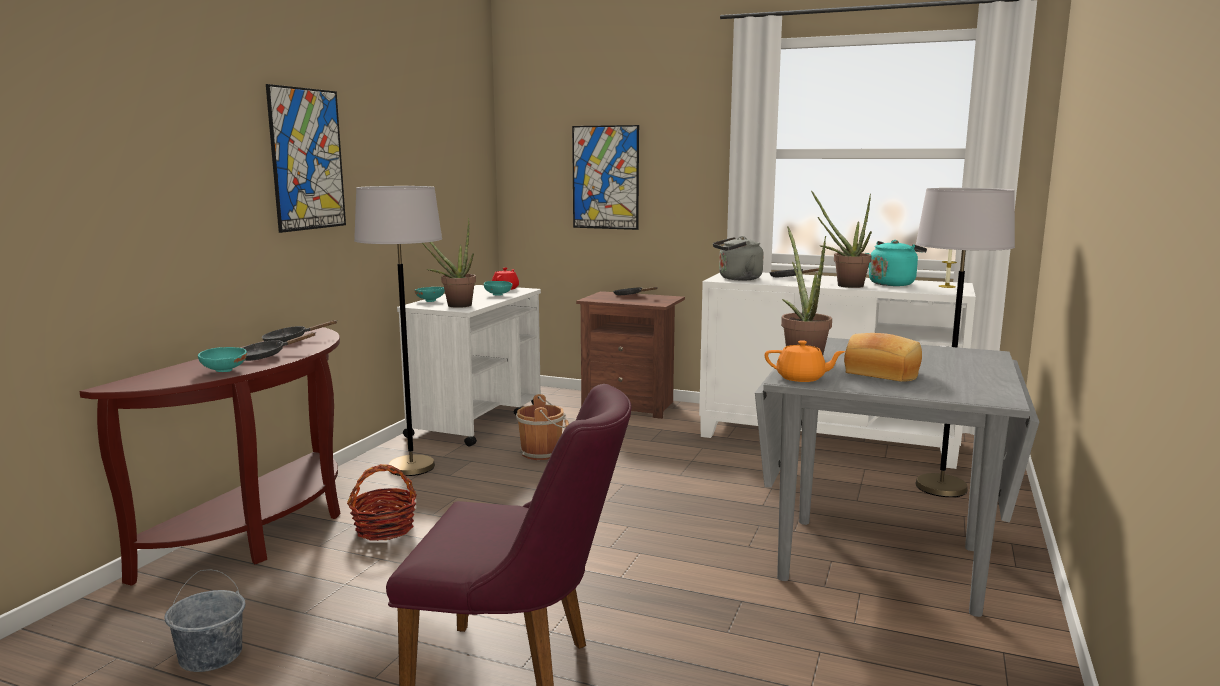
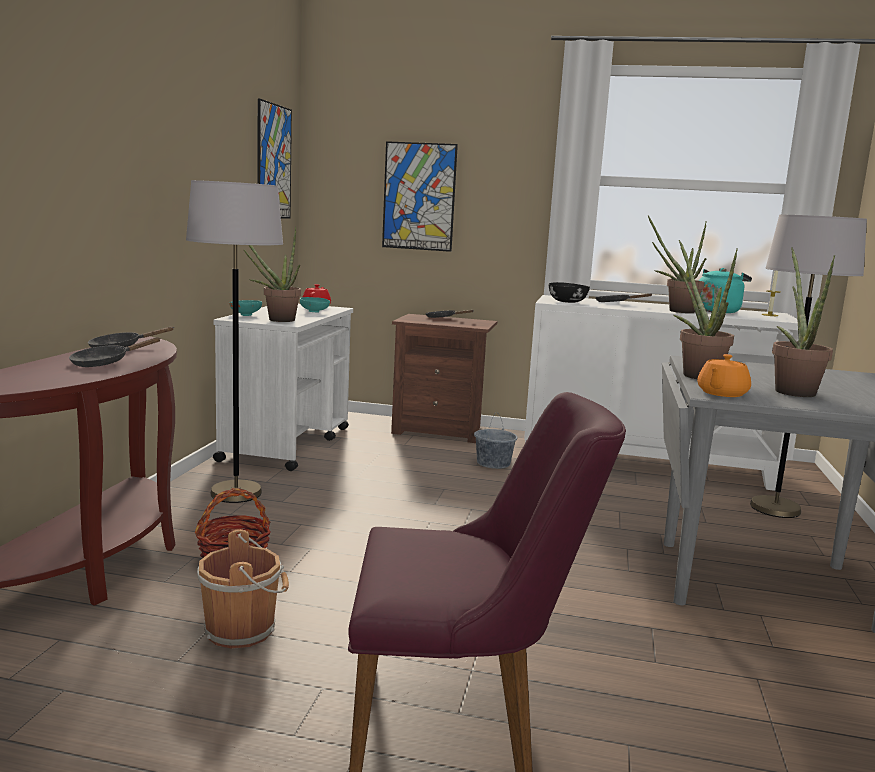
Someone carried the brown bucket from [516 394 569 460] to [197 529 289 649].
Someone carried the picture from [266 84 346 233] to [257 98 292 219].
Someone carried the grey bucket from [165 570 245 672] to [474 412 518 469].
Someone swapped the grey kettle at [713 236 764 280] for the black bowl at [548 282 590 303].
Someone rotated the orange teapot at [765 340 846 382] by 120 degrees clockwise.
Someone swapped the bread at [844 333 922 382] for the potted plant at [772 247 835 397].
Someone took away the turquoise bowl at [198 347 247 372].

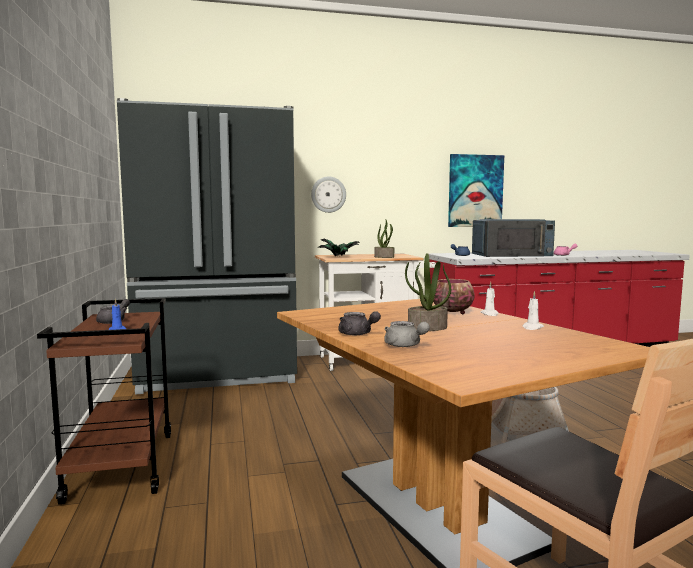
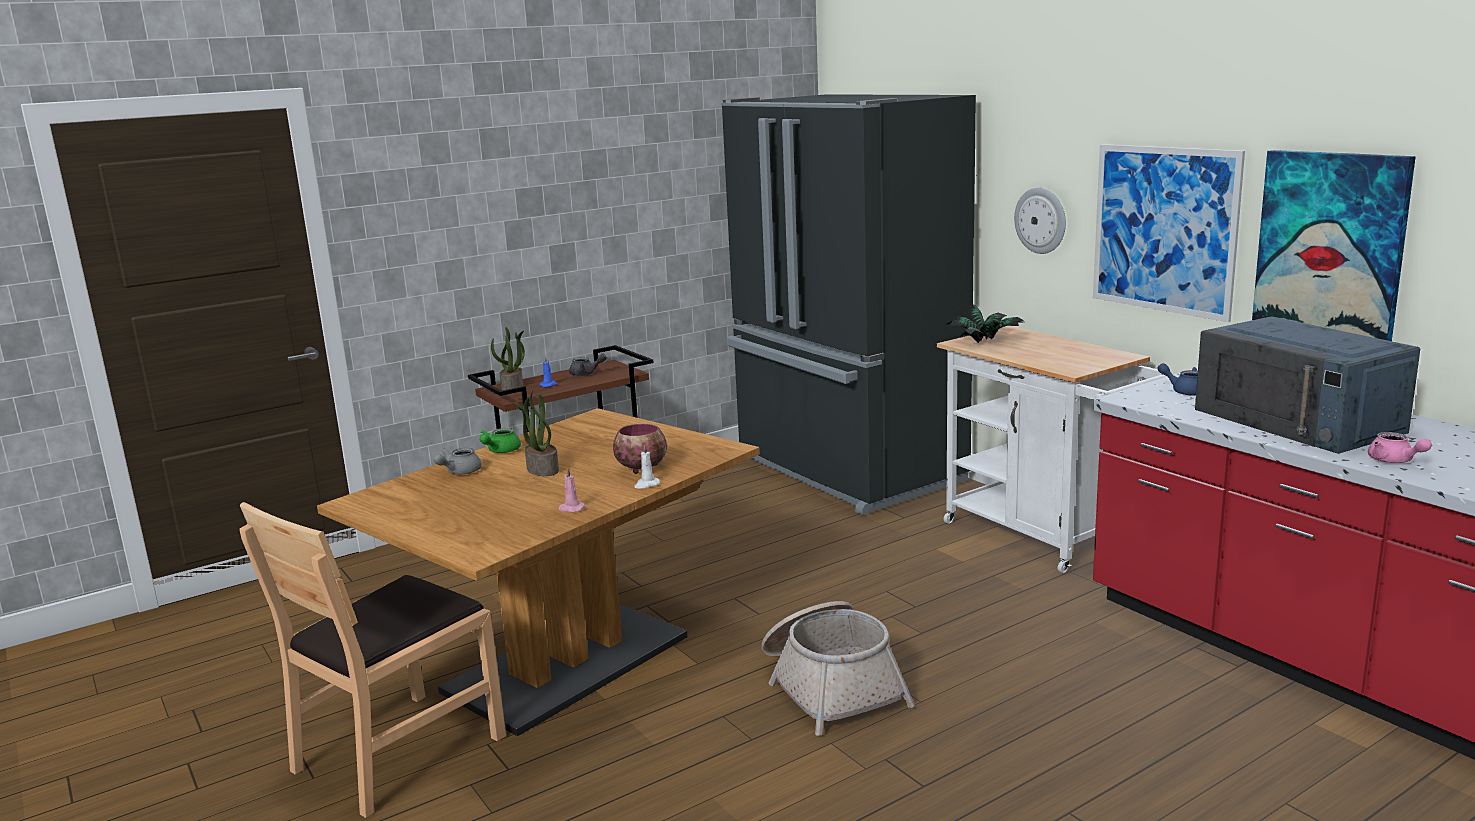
Someone repainted the grey teapot at [338 311 381 335], which became the green teapot at [479 428 521 453].
Someone carried the potted plant from [374 220 394 258] to [491 327 525 391].
Someone repainted the white candle at [523 291 544 330], which became the pink candle at [558 467 585 512].
Someone put up the picture at [1093 144 1245 322].

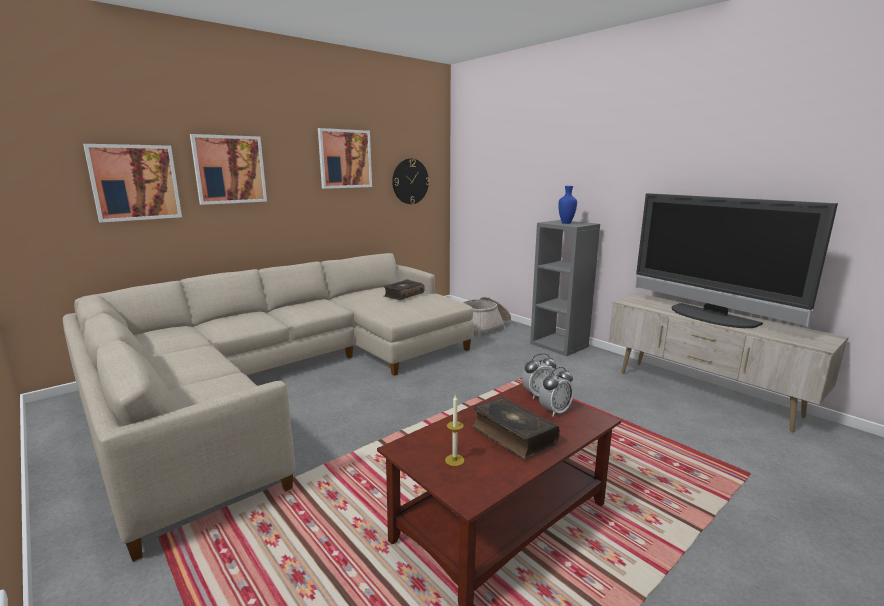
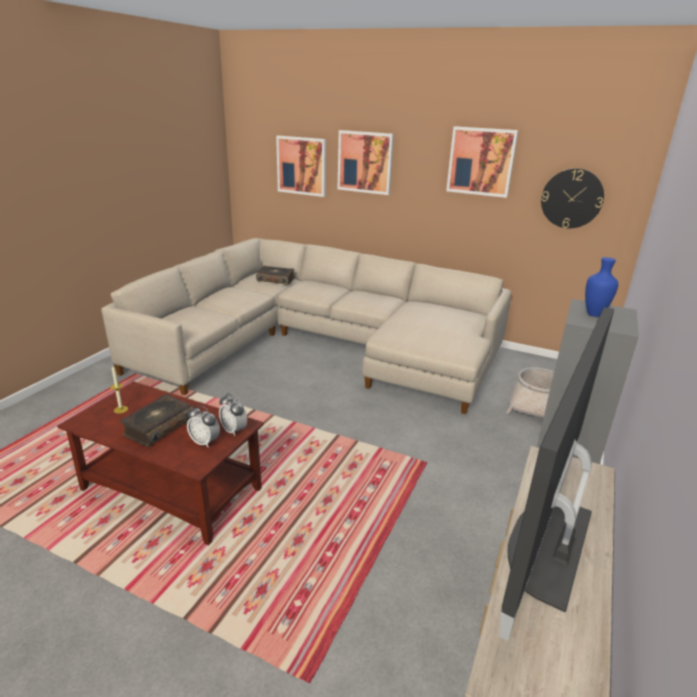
Someone carried the book from [383 279 425 300] to [256 266 295 285].

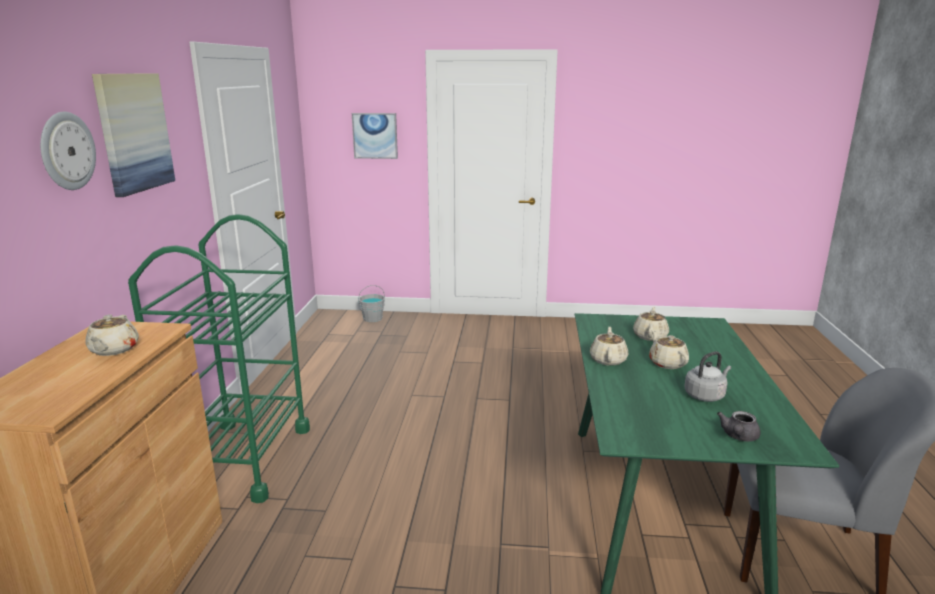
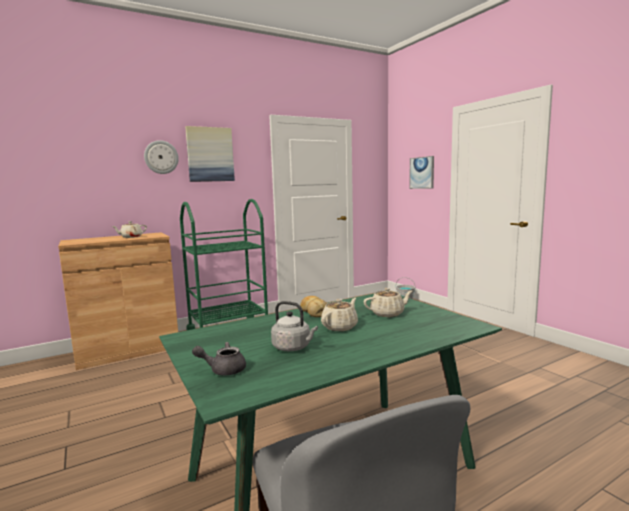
Someone swapped the beige teapot at [590 327 628 366] for the bread at [300 296 327 317].

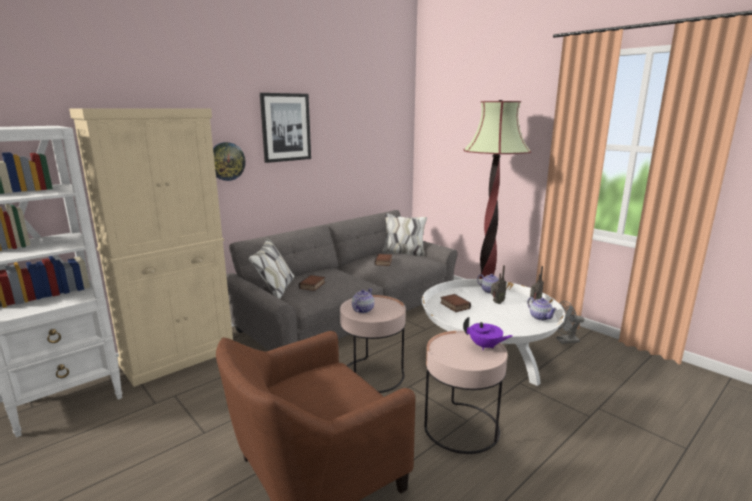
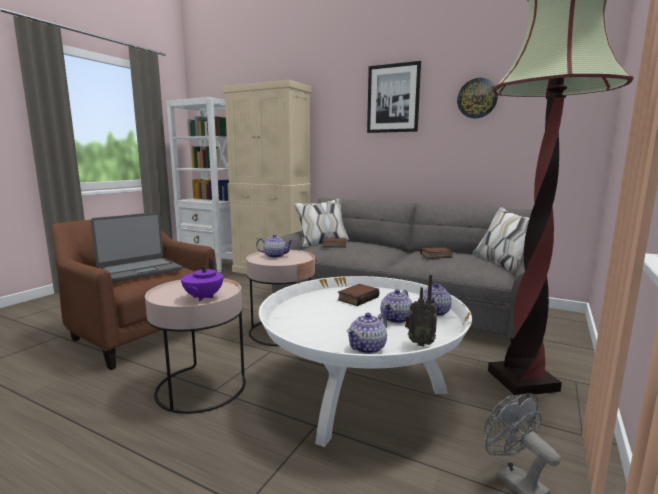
Someone put down the laptop at [91 212 182 283].
Someone swapped the radio at [491 265 507 304] for the teapot at [381 289 412 324].
Someone carried the wall clock from [213 142 246 181] to [457 78 498 118].

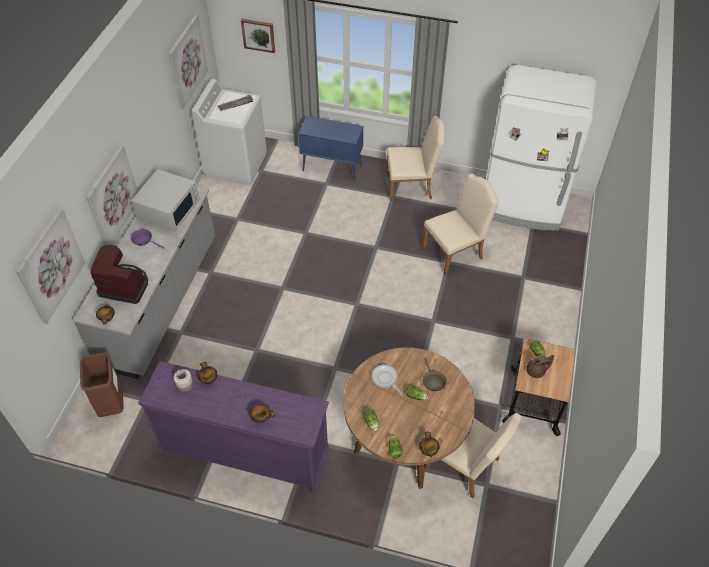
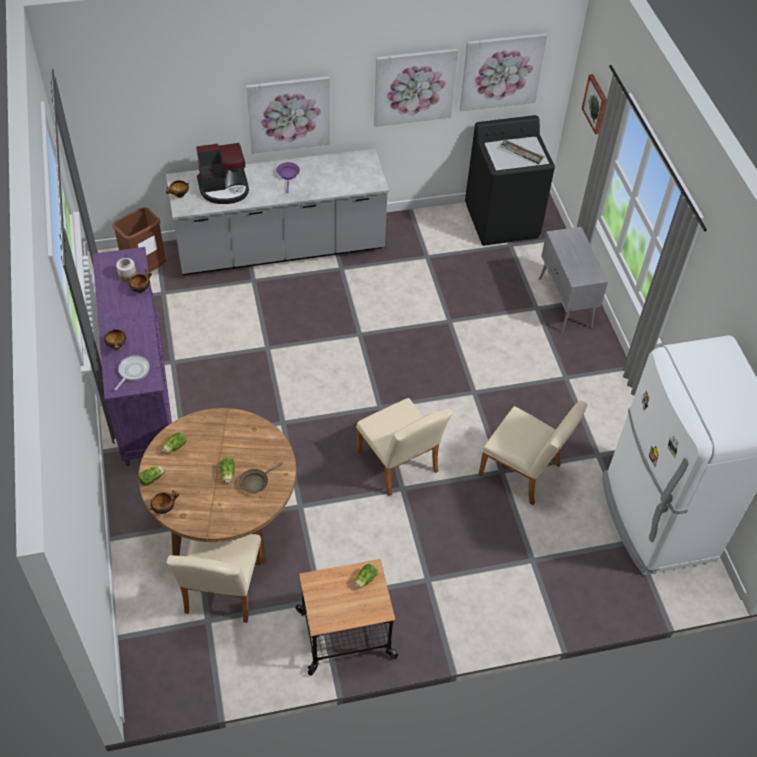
Someone carried the frying pan from [372 364 403 395] to [115 355 150 390].
Someone rotated the coffee machine at [90 245 148 304] by 90 degrees clockwise.
Someone carried the beige chair from [386 116 445 201] to [356 398 453 496].
Someone carried the picture from [15 208 86 324] to [374 48 458 127].
Someone repainted the white washing machine at [192 79 267 185], which became the black washing machine at [465 115 555 246].
Someone repainted the blue cabinet at [298 116 363 181], which became the grey cabinet at [539 227 608 332].
Someone took away the white microwave at [131 169 200 232].
Someone took away the brown teapot at [526 355 554 378].

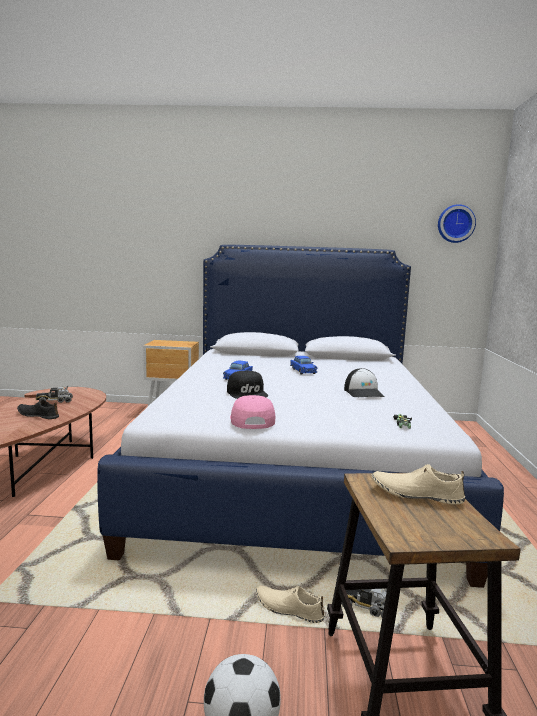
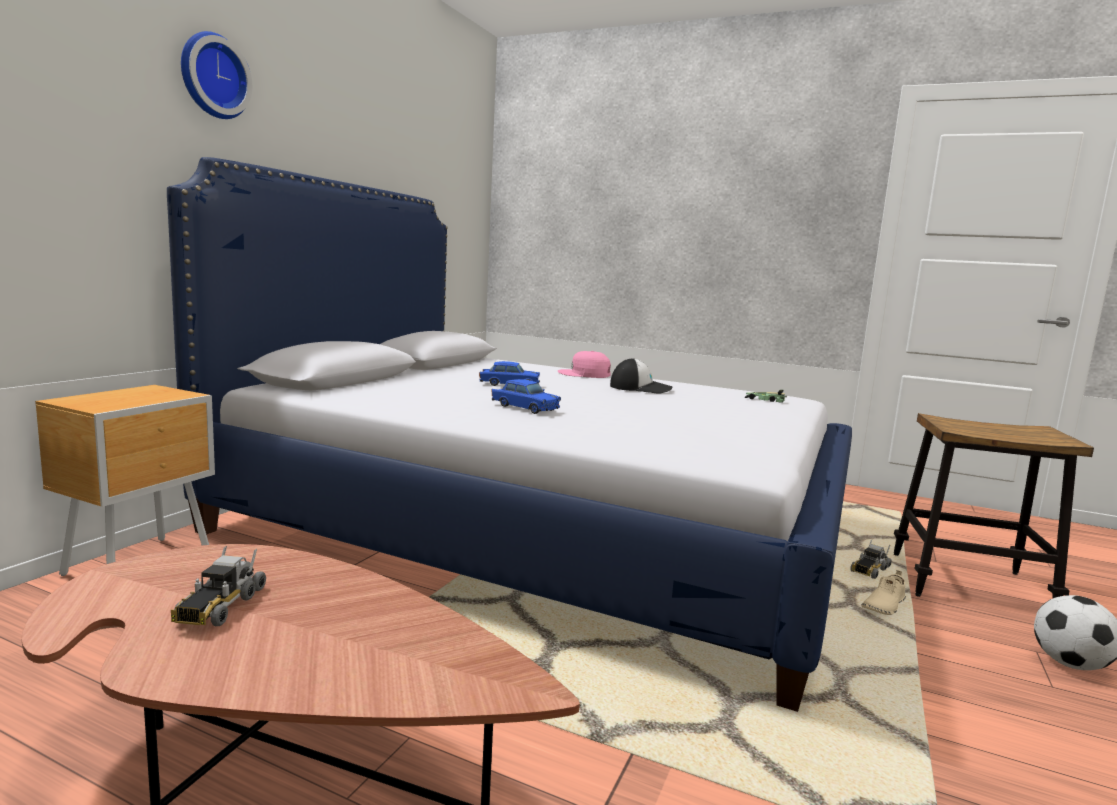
Someone carried the wall clock from [438 204 476 243] to [181 31 252 119].
Someone carried the pink cap from [230 395 275 429] to [558 351 611 378].
Someone took away the black shoe at [17 400 59 419].
Someone took away the black cap at [227 371 268 399].
Someone took away the beige shoe at [371 464 465 505].

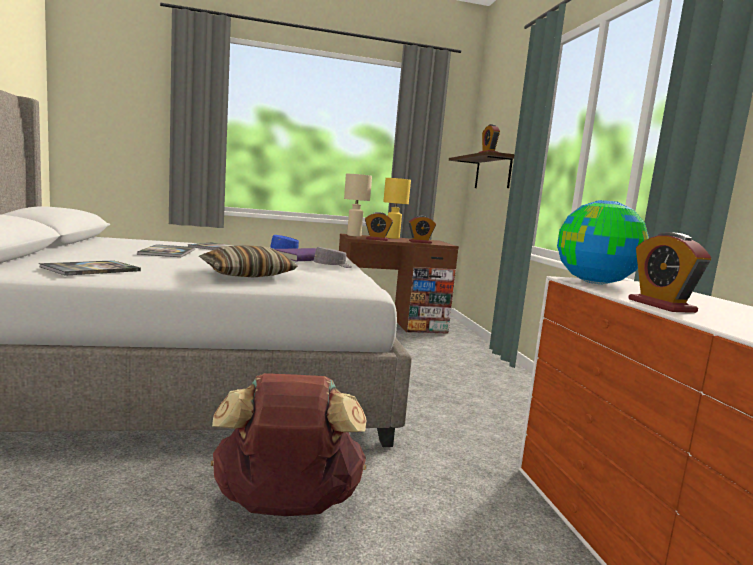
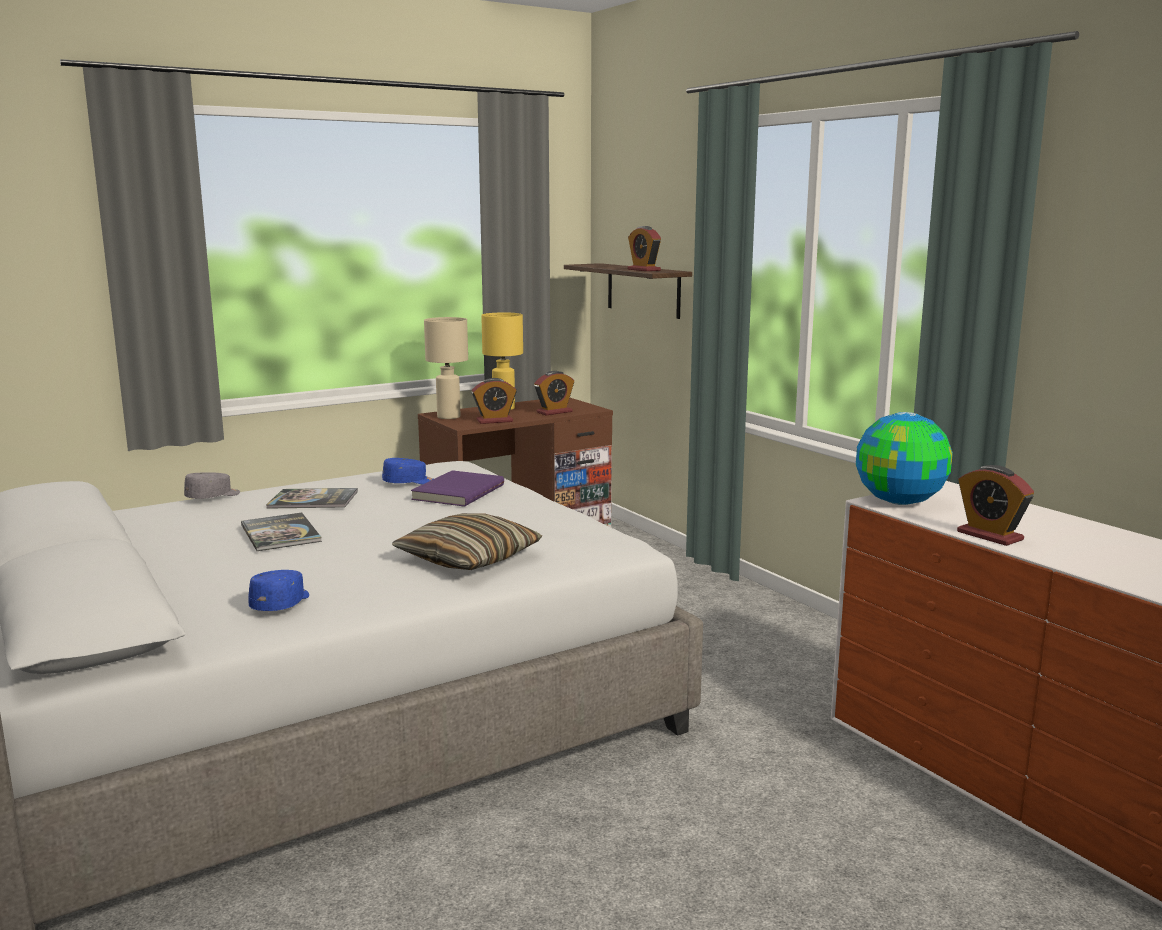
Someone carried the grey cap from [314 247 352 268] to [184 472 240 499].
Someone swapped the book at [39 260 141 276] for the blue cap at [248 570 309 611].
Someone took away the brown backpack at [211 373 367 516].

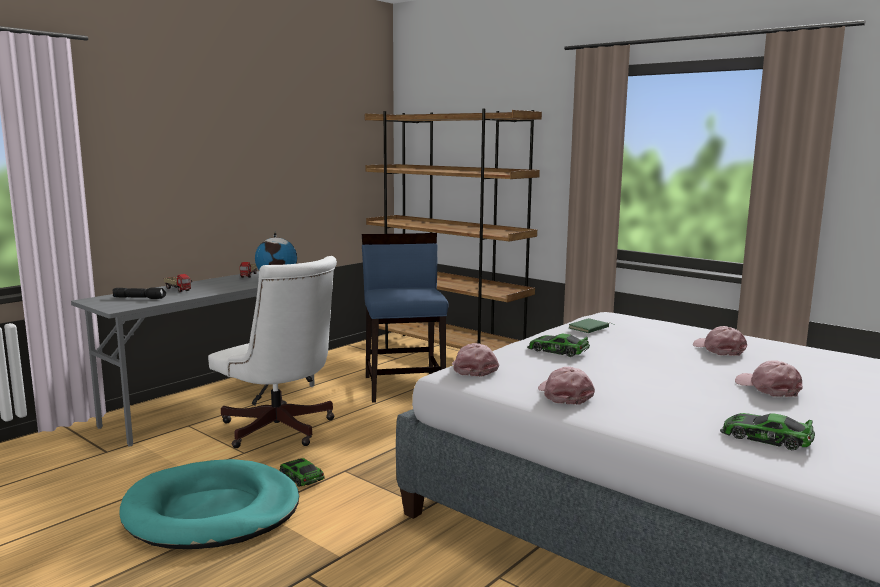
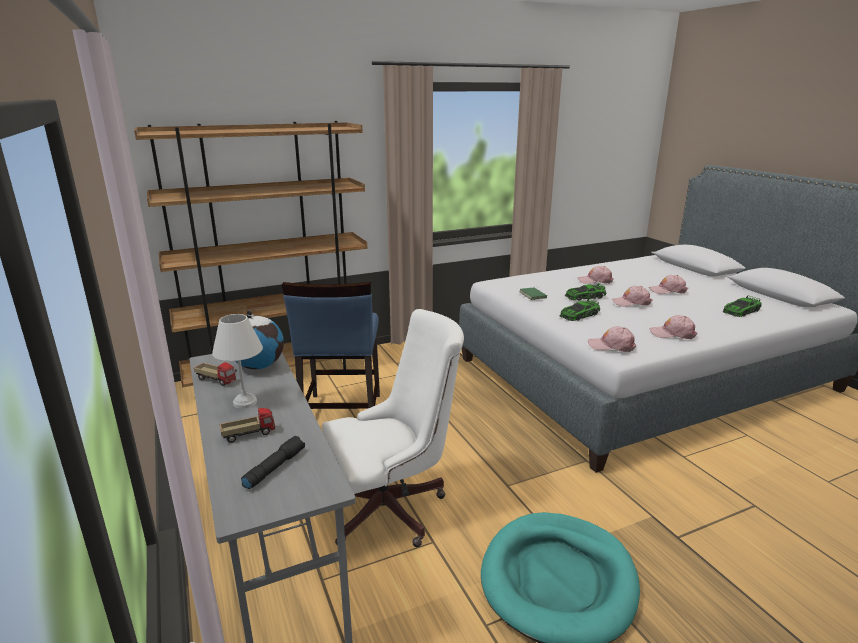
Someone put down the white table lamp at [212 314 263 409].
Someone rotated the blue chair at [362 233 449 403] by 105 degrees counterclockwise.
Someone carried the toy car from [279 458 325 487] to [565 283 606 300].
Someone put down the pink cap at [612 286 653 307].

